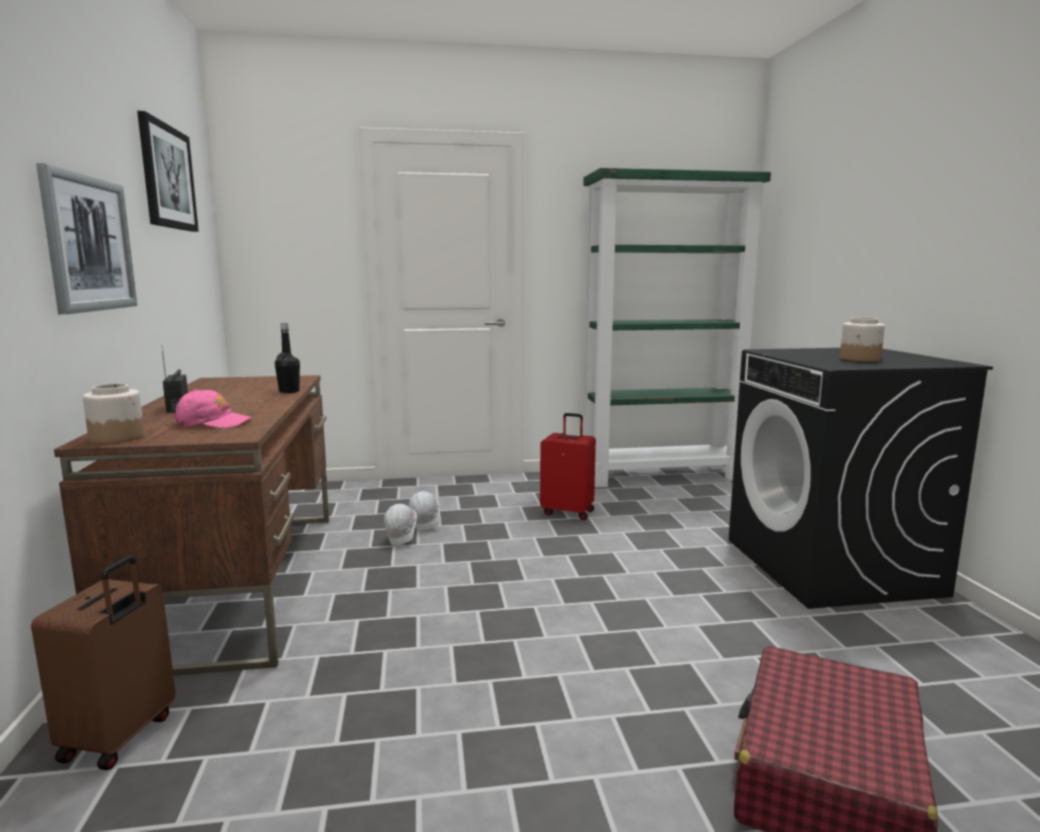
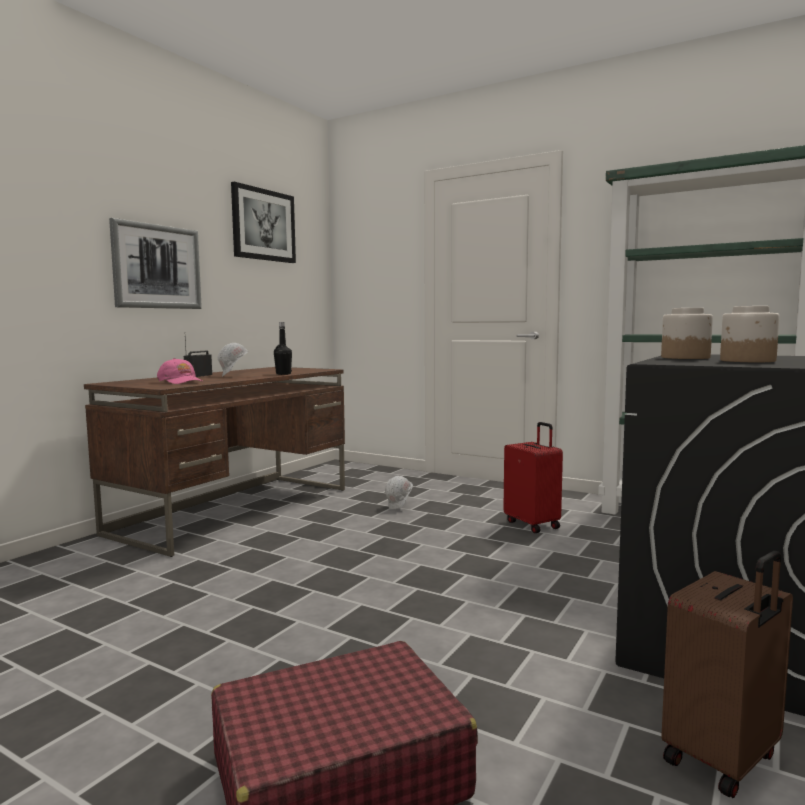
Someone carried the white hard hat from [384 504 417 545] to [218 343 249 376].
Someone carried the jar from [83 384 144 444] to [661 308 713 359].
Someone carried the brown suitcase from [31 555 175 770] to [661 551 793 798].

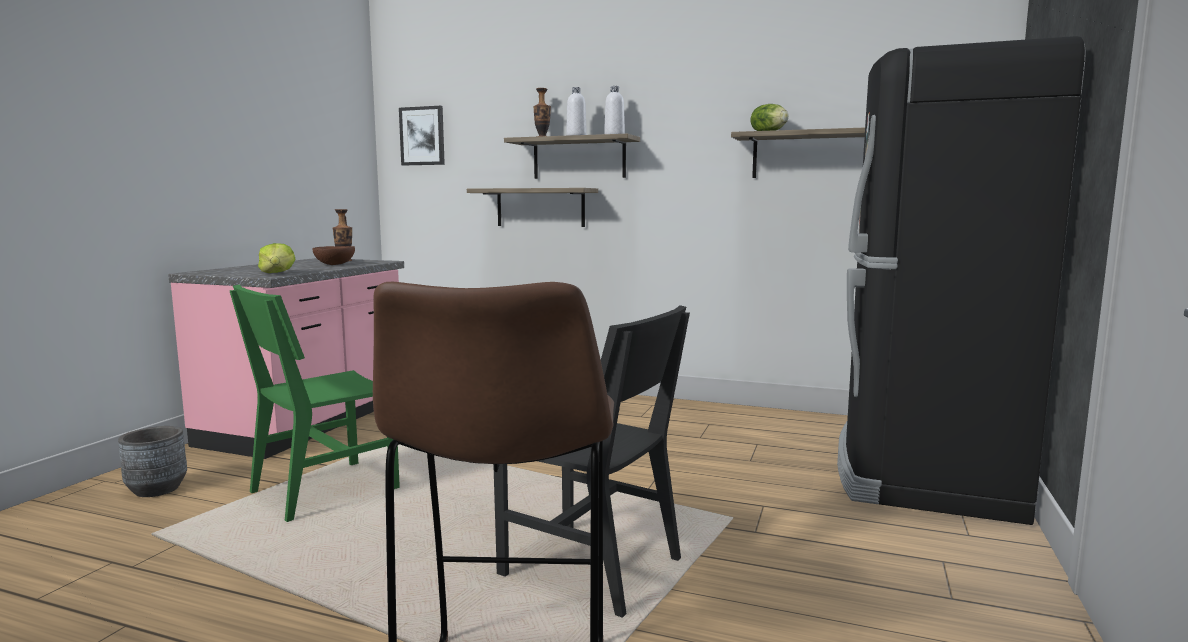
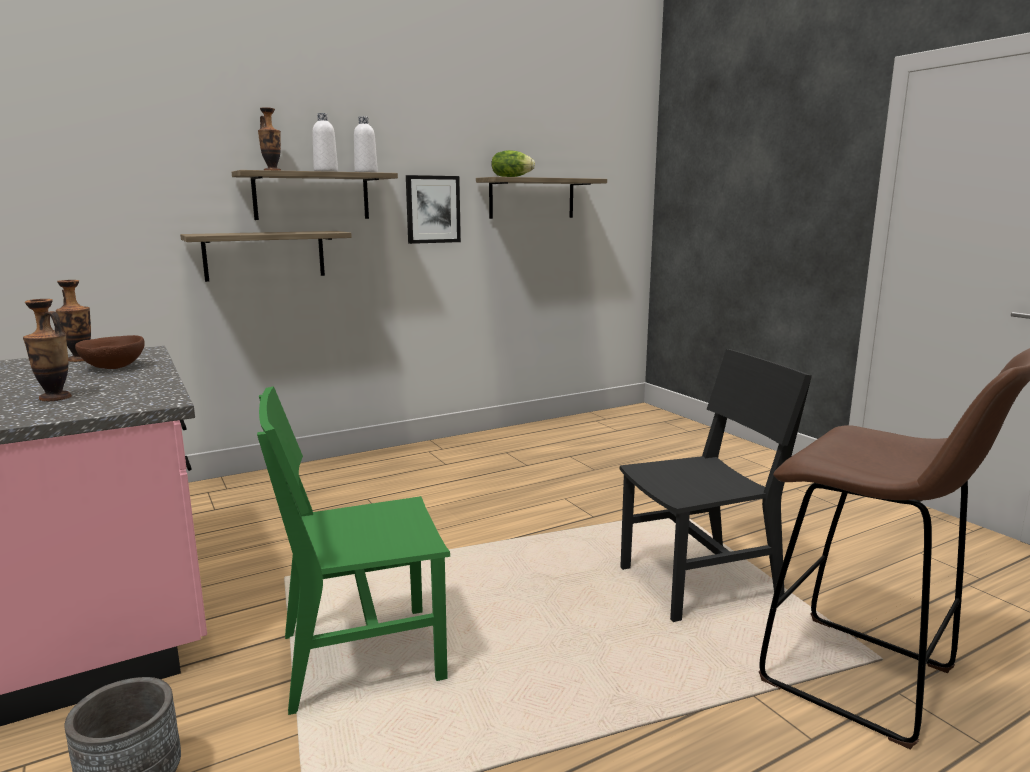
Someone put down the vase at [23 299 72 401].
Someone rotated the green chair at [229 285 400 522] by 75 degrees clockwise.
Someone carried the picture from [399 106 445 165] to [406 175 461 244].
Someone took away the lettuce at [258 243 295 273].
Someone took away the black fridge at [837 36 1086 525].

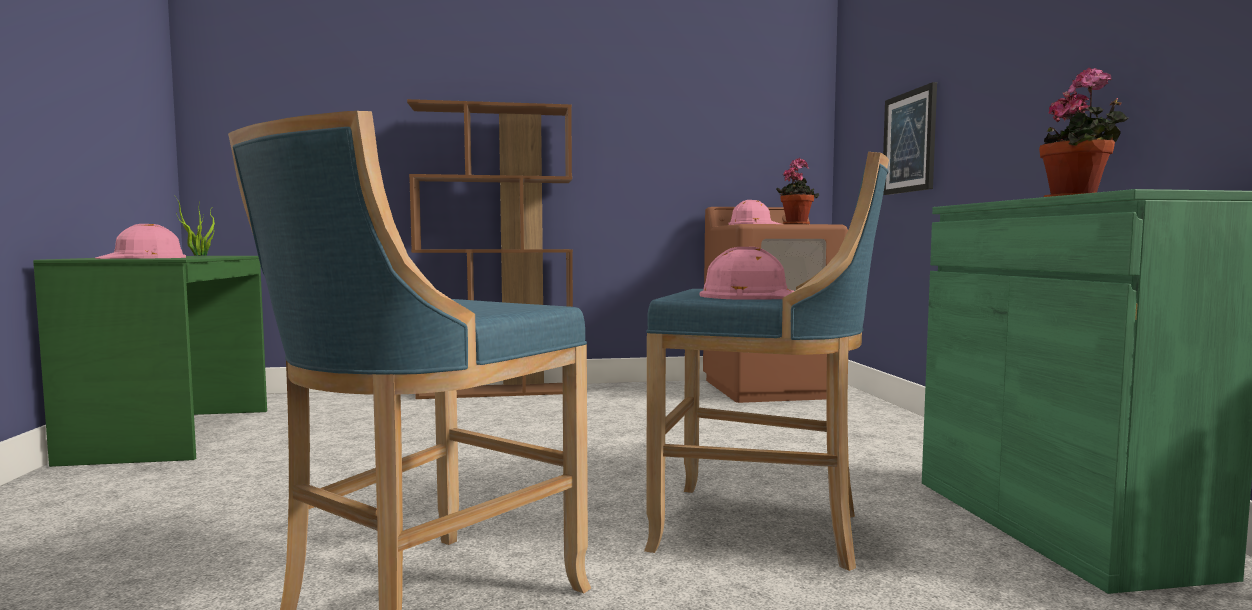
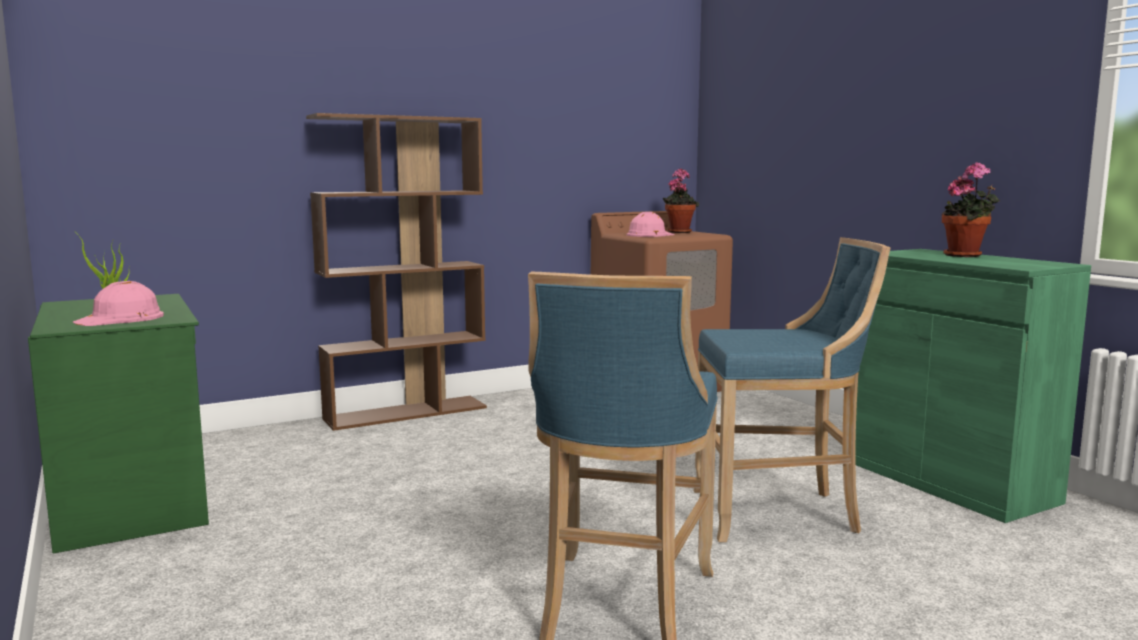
Someone took away the pink hard hat at [700 247 794 300].
Someone took away the picture at [883 82 937 195].

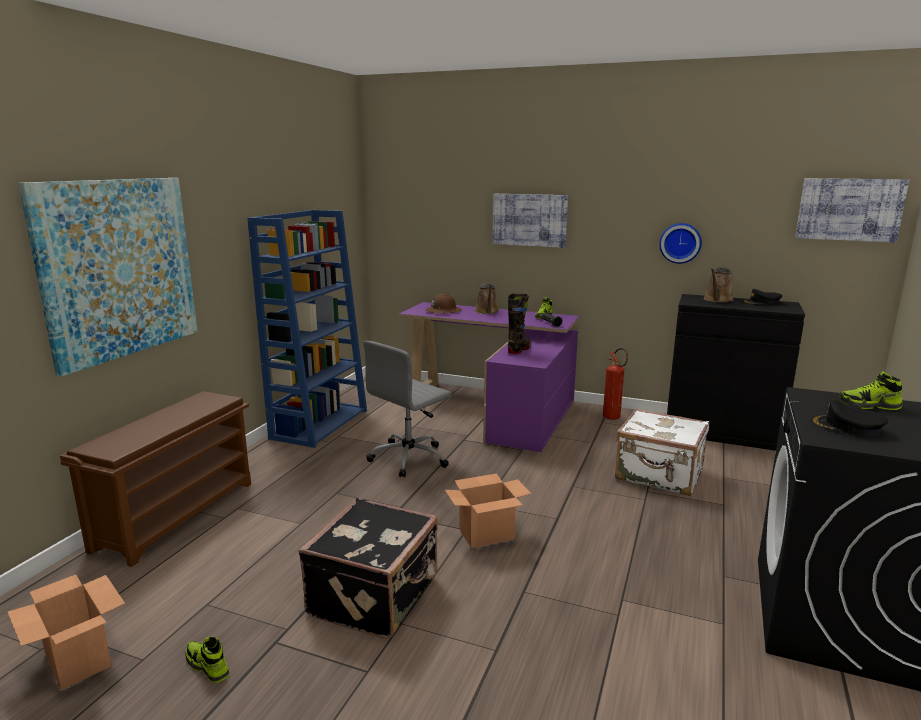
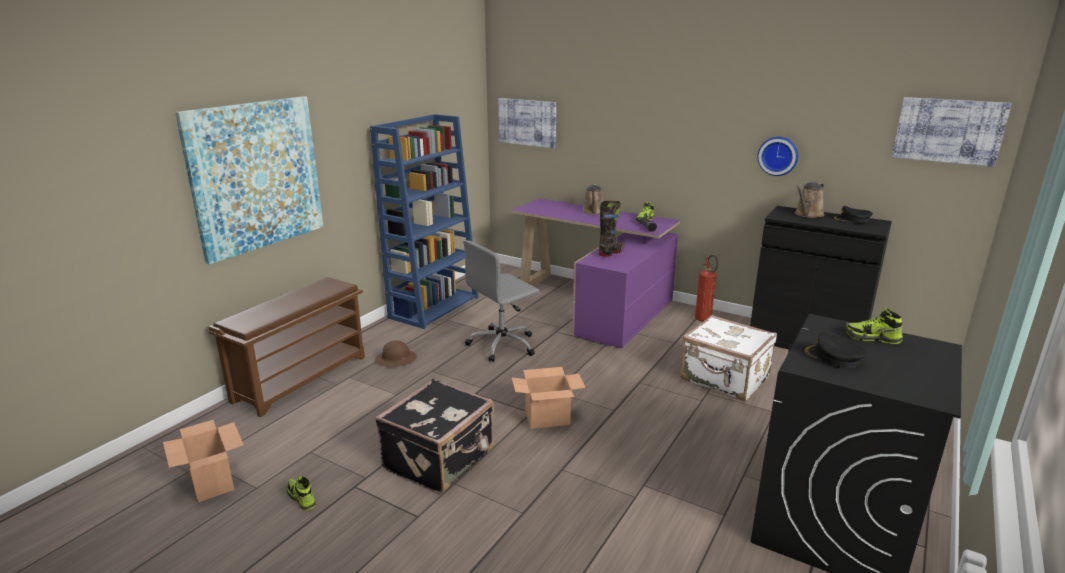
Someone carried the brown hard hat from [425 294 461 314] to [375 340 417 367].
Someone carried the picture from [493 194 568 248] to [498 98 556 148].

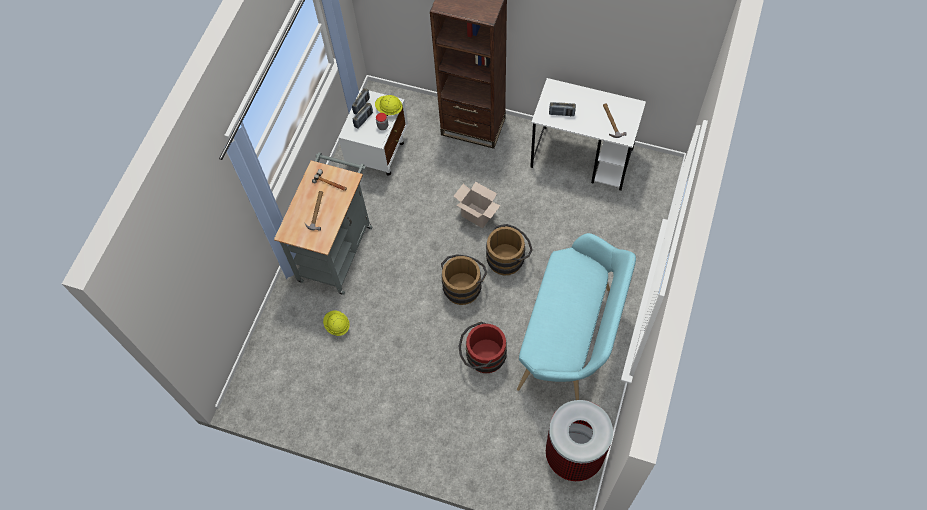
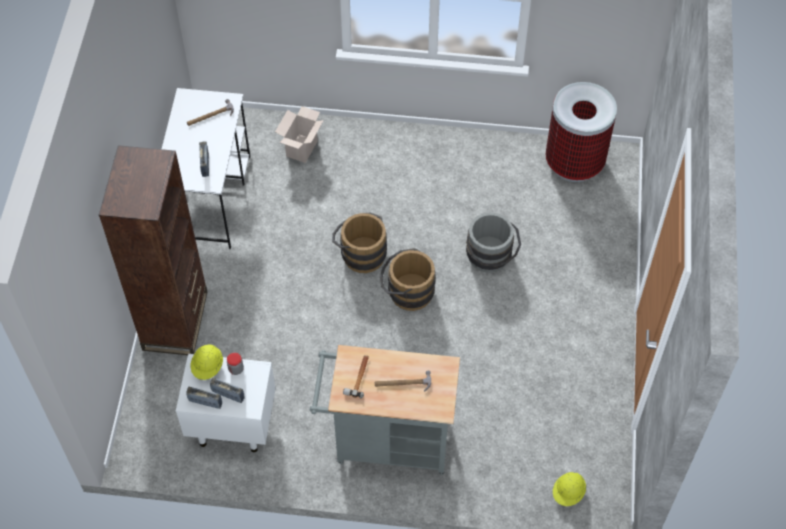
Someone carried the cardboard box from [454 182 500 228] to [275 106 324 163].
Someone repainted the red bucket at [459 322 507 373], which became the grey bucket at [466 212 521 273].
Someone carried the yellow hard hat from [323 311 350 336] to [553 472 586 506].
Someone took away the turquoise bench at [517 233 636 400].

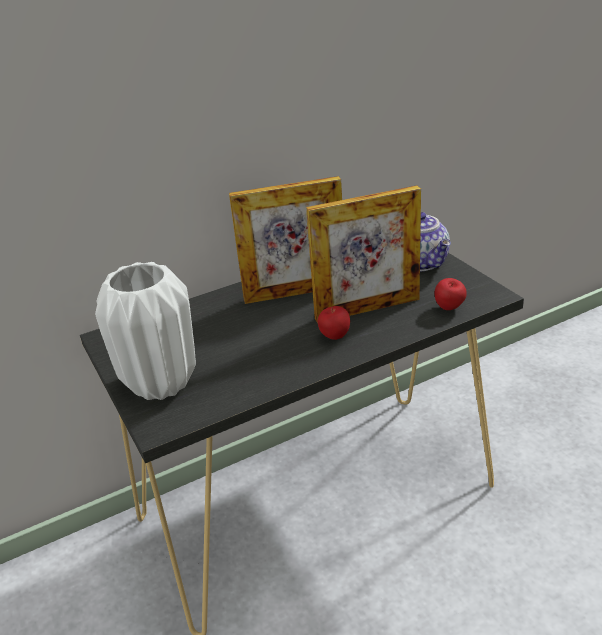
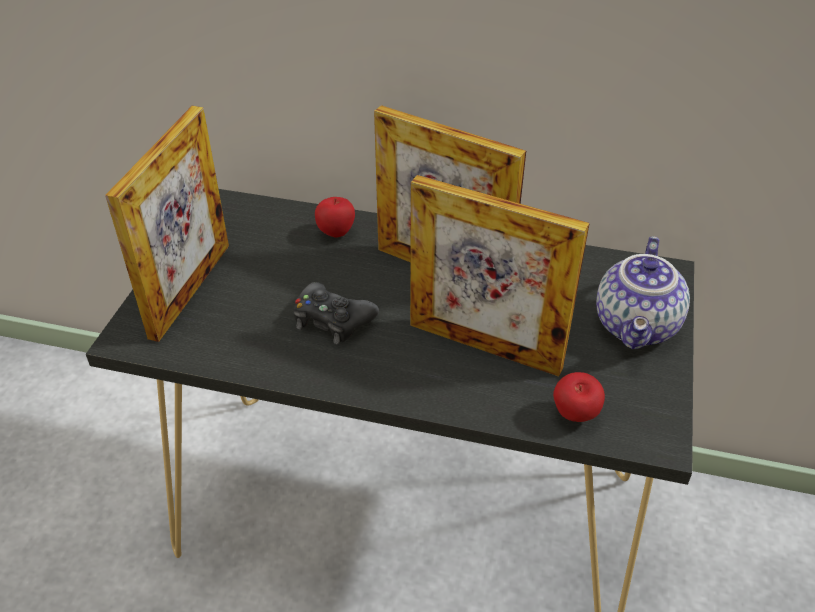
Someone swapped the white vase at [95 262 196 400] for the picture frame at [105 106 229 342].
Someone put down the black game controller at [294 282 379 344].
Someone carried the apple from [318 306 350 340] to [315 197 355 238].

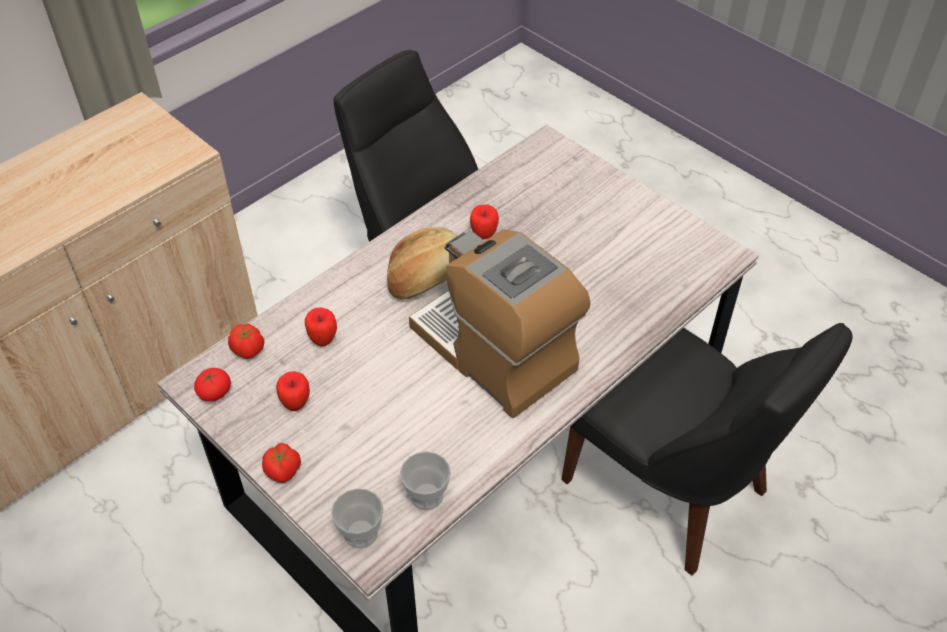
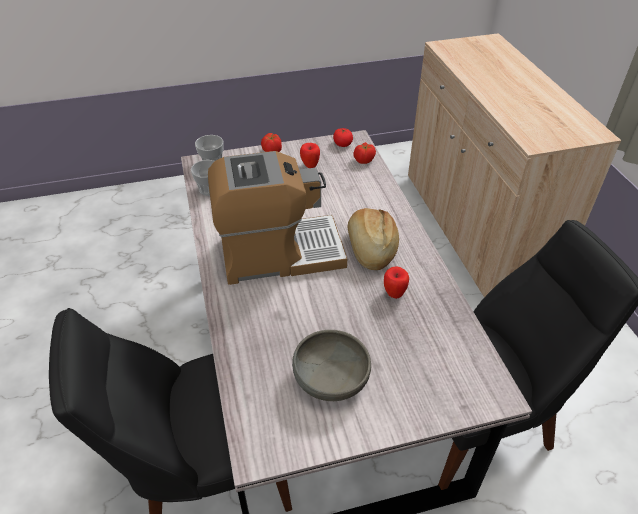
Someone put down the grey bowl at [292 330 371 401].
Someone took away the apple at [305 308 337 347].

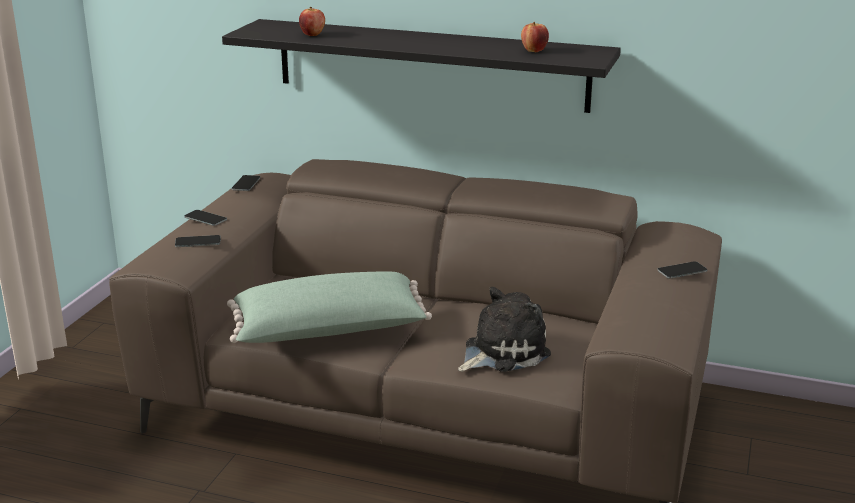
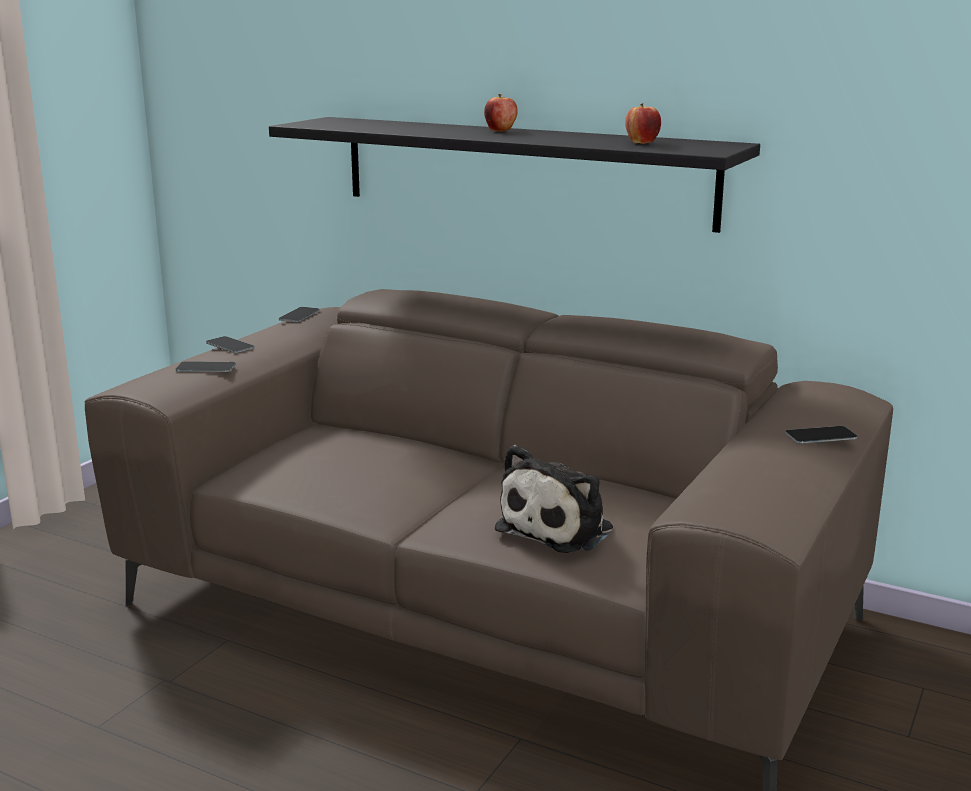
Someone carried the apple from [299 7 325 36] to [484 94 518 131].
Someone rotated the plush toy at [458 287 551 372] by 150 degrees clockwise.
Someone took away the green pillow at [227 272 432 343].

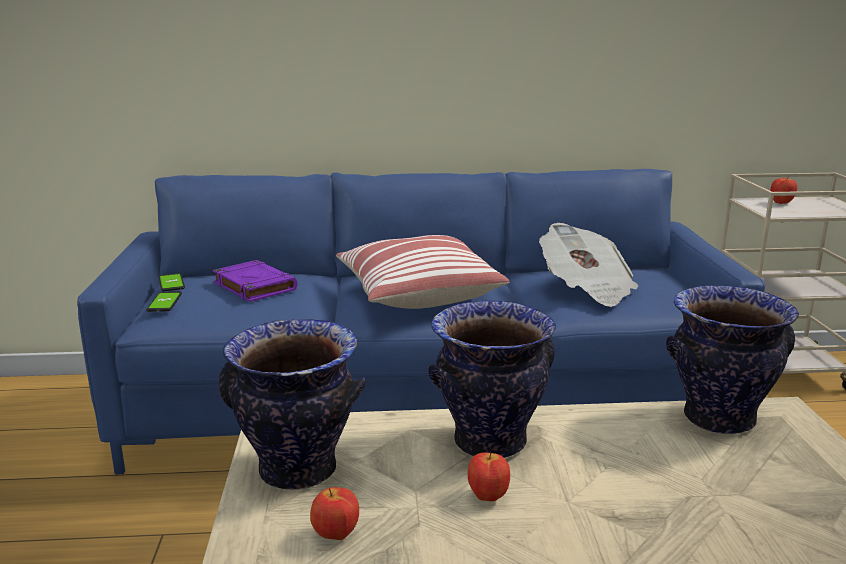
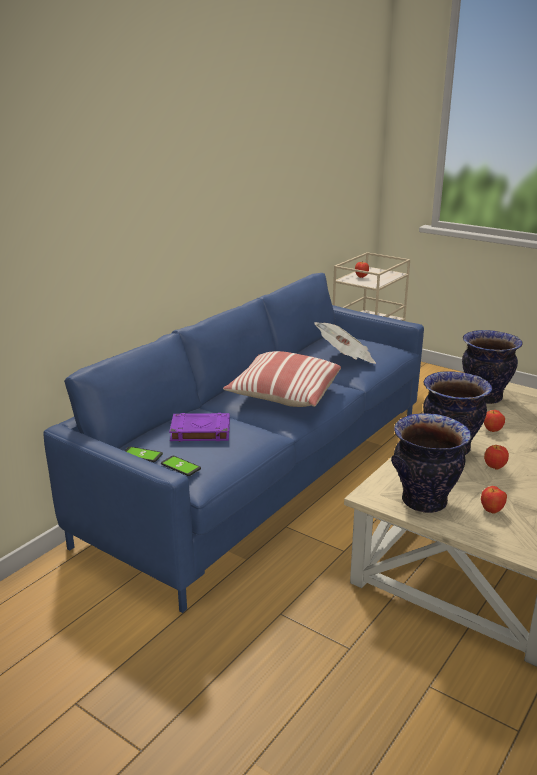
Someone put down the apple at [484 410 505 432].

